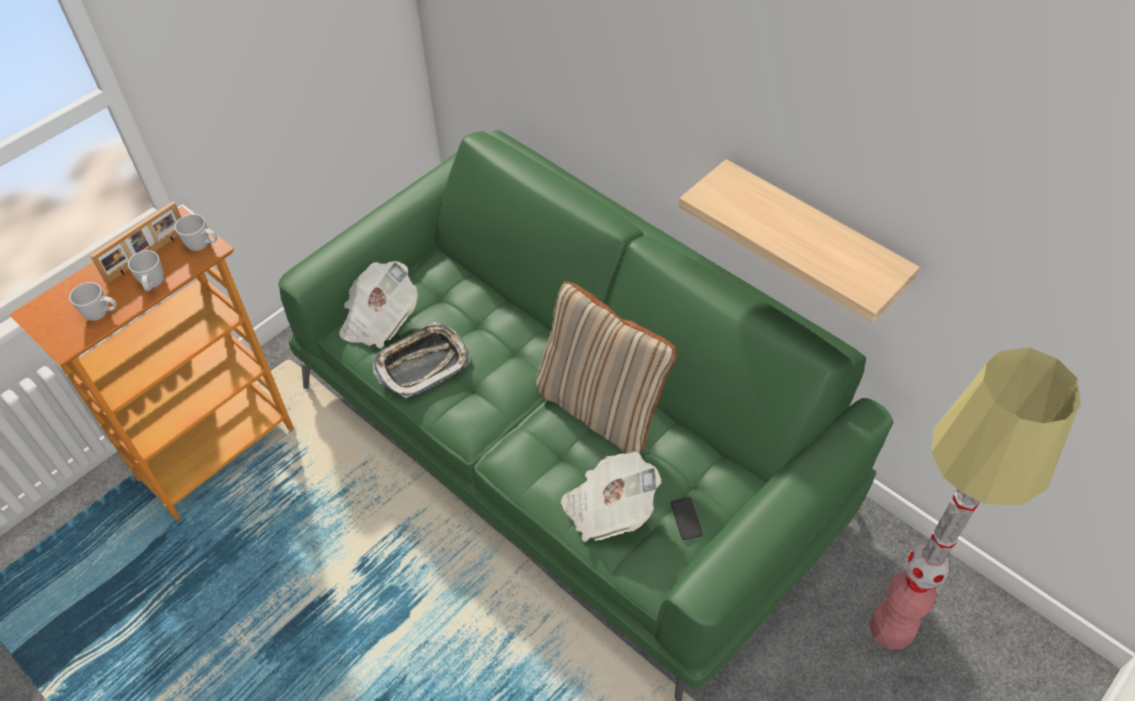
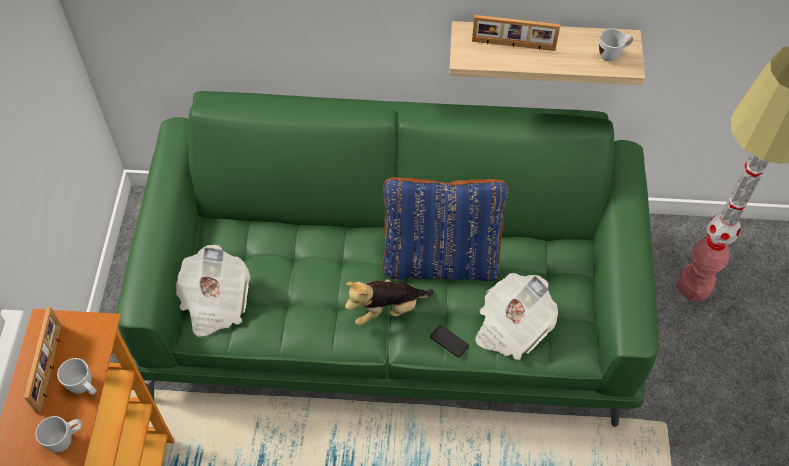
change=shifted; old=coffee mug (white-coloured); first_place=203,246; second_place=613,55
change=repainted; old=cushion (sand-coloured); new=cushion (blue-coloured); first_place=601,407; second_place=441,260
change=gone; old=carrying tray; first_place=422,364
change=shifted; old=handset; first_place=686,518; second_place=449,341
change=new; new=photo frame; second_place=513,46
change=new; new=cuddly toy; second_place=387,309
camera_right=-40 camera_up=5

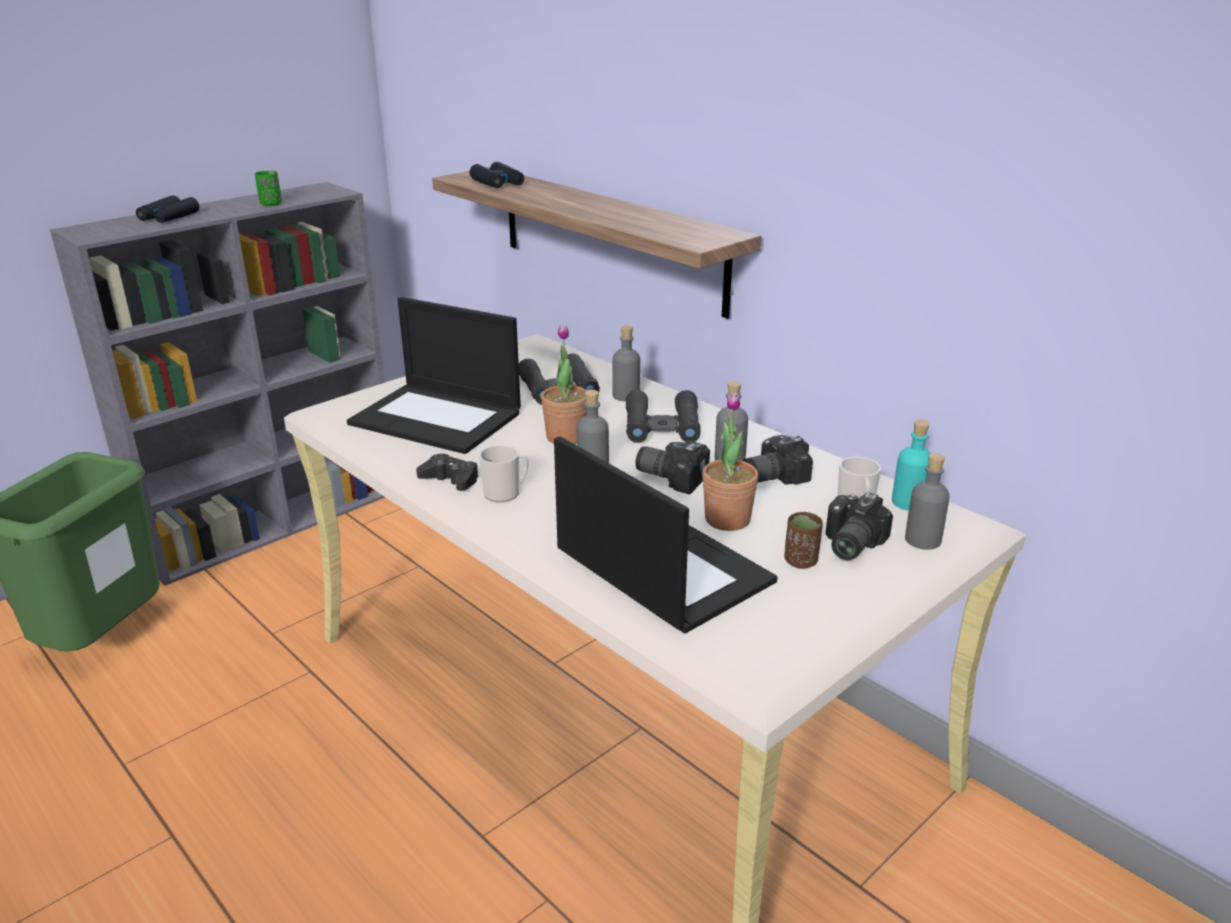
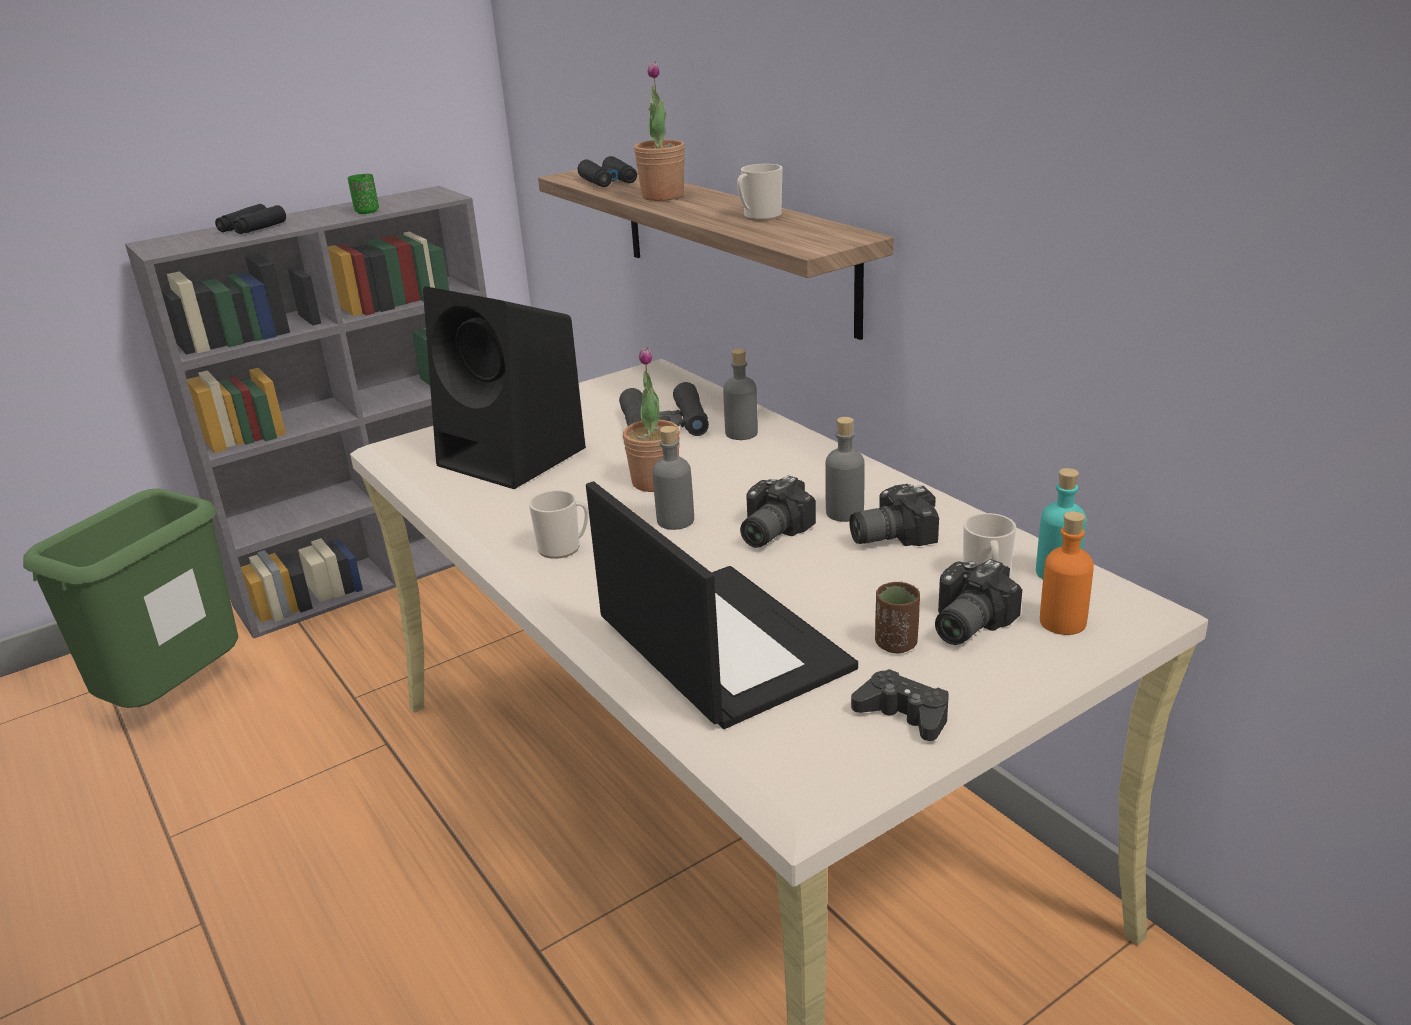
change=swapped; old=portable computer; new=speaker (black-coloured); first_place=438,418; second_place=515,457
change=gone; old=pair of binoculars (black-coloured); first_place=662,426
change=shifted; old=houseplant; first_place=727,519; second_place=662,196
change=rotated; old=still camera; first_place=672,476; second_place=768,532; degrees=-90
change=shifted; old=game controller (black-coloured); first_place=450,479; second_place=904,714
change=repainted; old=bottle (grey); new=bottle (orange); first_place=922,540; second_place=1062,622
change=new; new=coffee mug; second_place=759,217
camera_right=10 camera_up=0

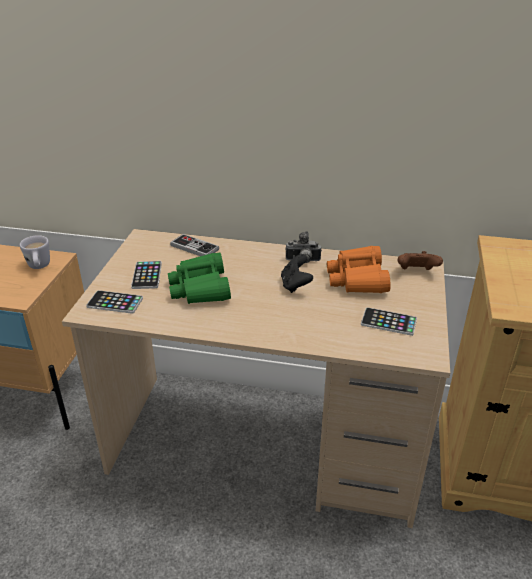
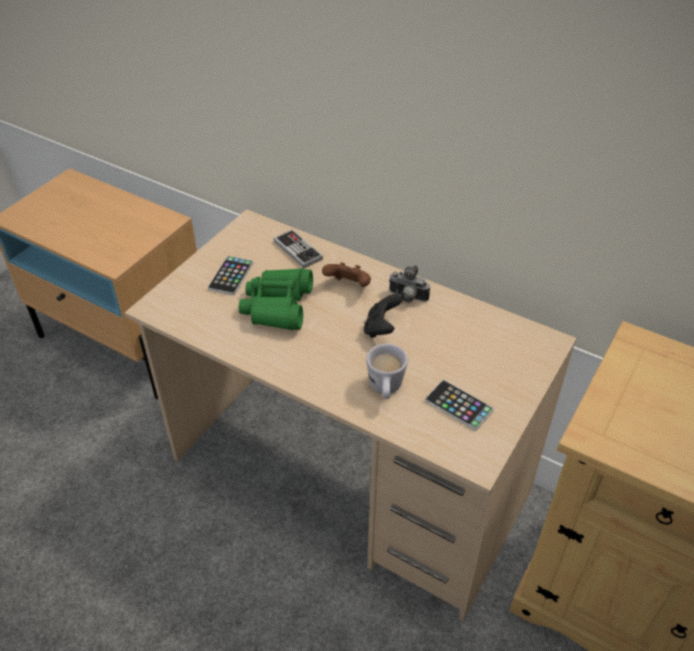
change=shifted; old=coffee mug (white-coloured); first_place=39,267; second_place=385,390
change=gone; old=pair of binoculars (orange); first_place=357,278
change=shifted; old=game controller (brown-coloured); first_place=416,272; second_place=349,286
change=gone; old=handset; first_place=115,303
camera_right=20 camera_up=10

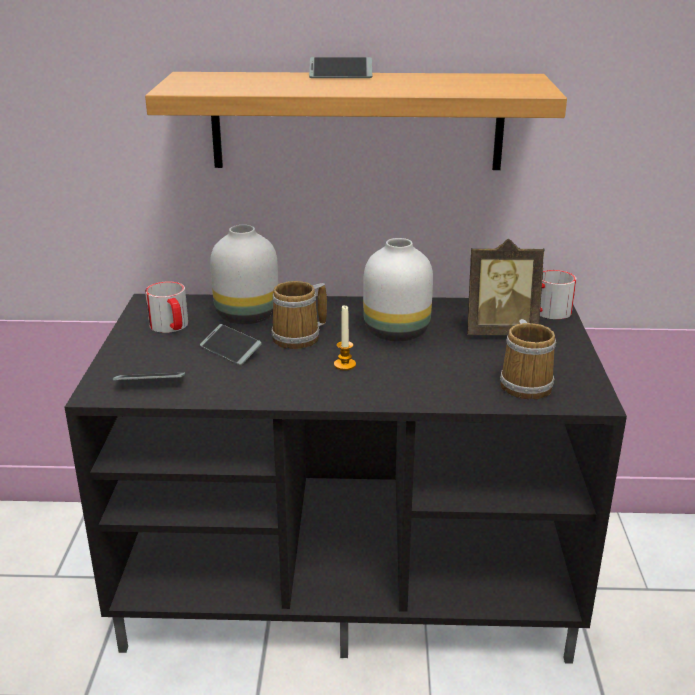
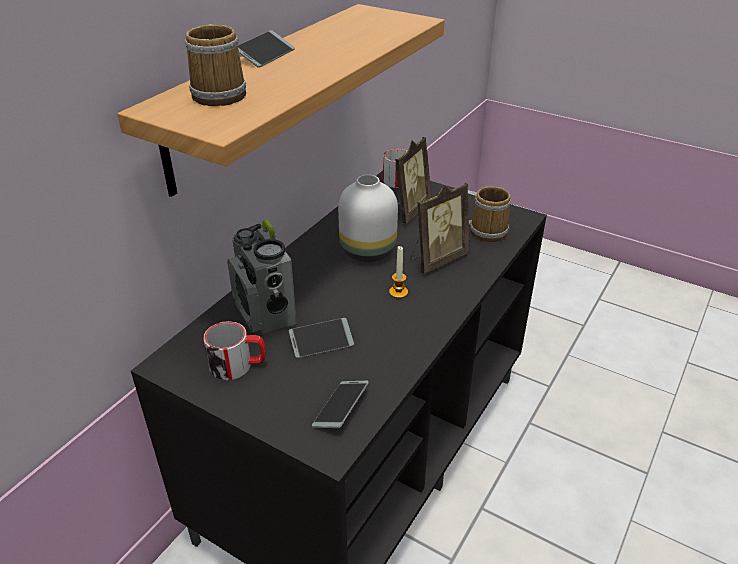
change=swapped; old=flower vase (white-coloured); new=radio receiver; first_place=247,316; second_place=265,313
change=shifted; old=coffee mug; first_place=299,337; second_place=221,93
change=new; new=photo frame; second_place=437,259
camera_right=-60 camera_up=10

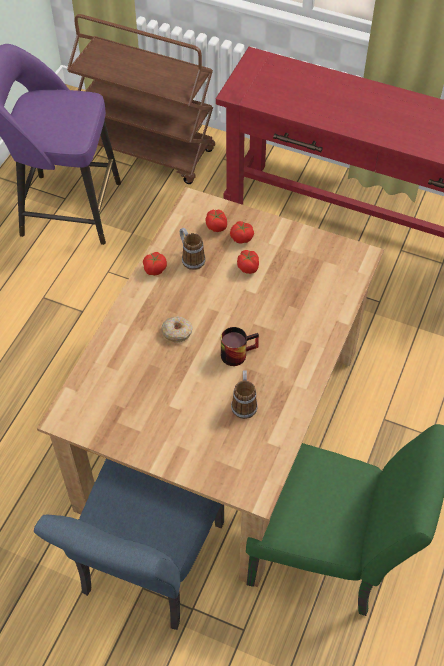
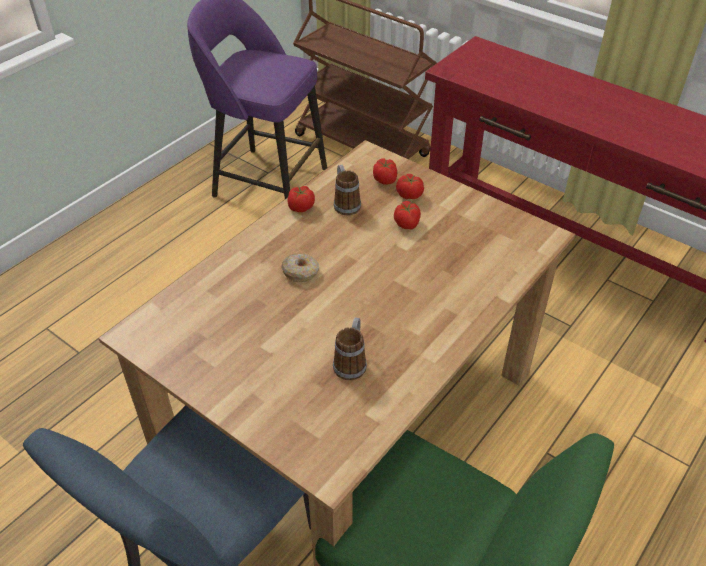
change=gone; old=coffee mug; first_place=237,352
camera_right=15 camera_up=-10

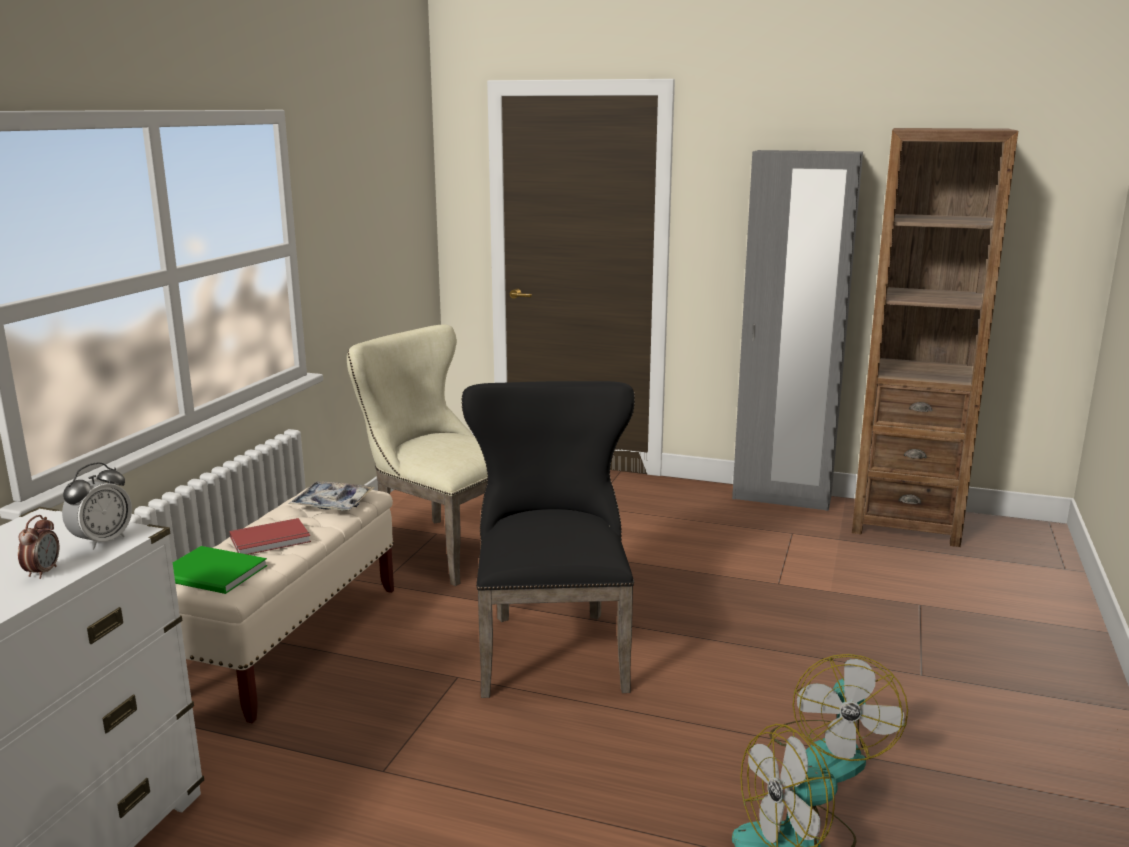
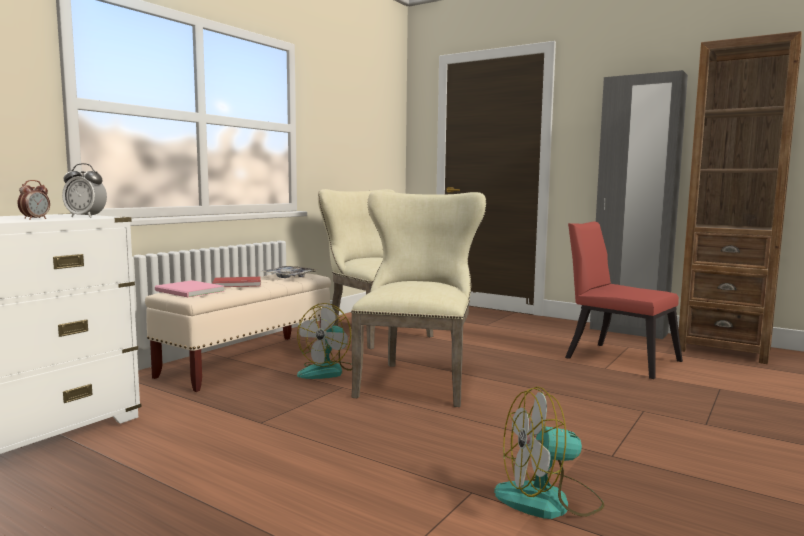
change=repainted; old=chair (black-coloured); new=chair (sand-coloured); first_place=551,646; second_place=416,380
change=rotated; old=alarm clock; first_place=102,541; second_place=86,217; degrees=60
change=repainted; old=bound book (green); new=bound book (pink); first_place=213,574; second_place=189,291
change=shifted; old=electric fan; first_place=830,753; second_place=327,371
change=new; new=chair (red-coloured); second_place=616,358
camera_right=15 camera_up=-10

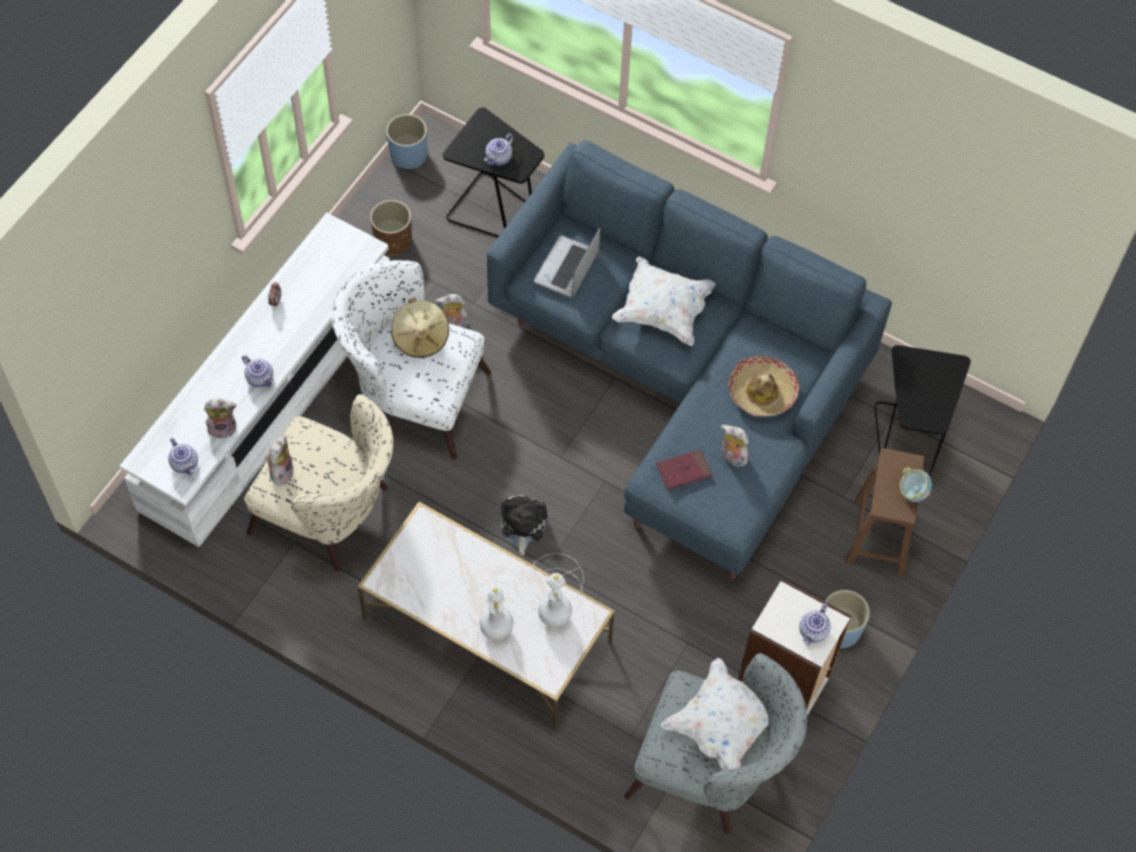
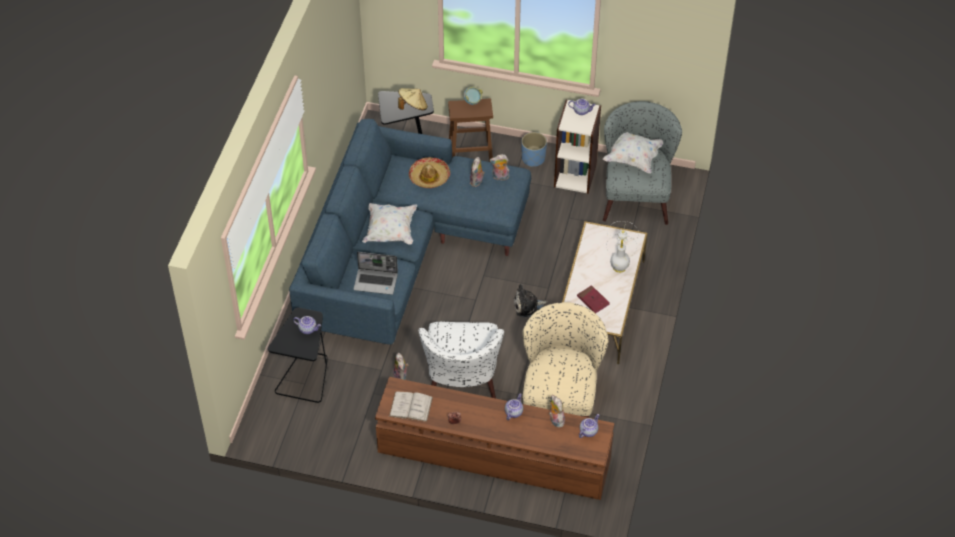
change=gone; old=planter (blue-coloured); first_place=409,155
change=gone; old=planter (brown-coloured); first_place=393,241
change=repainted; old=media console (white-coloured); new=media console (brown-coloured); first_place=269,401; second_place=494,456
change=shifted; old=wearable hat (sand-coloured); first_place=421,338; second_place=412,106
change=shifted; old=cuddly toy; first_place=281,471; second_place=500,177
change=shifted; old=bound book (red-coloured); first_place=684,471; second_place=593,300
change=gone; old=table lamp (white-coloured); first_place=555,617
change=new; new=bound book (white-coloured); second_place=411,406
camera_right=-105 camera_up=-10

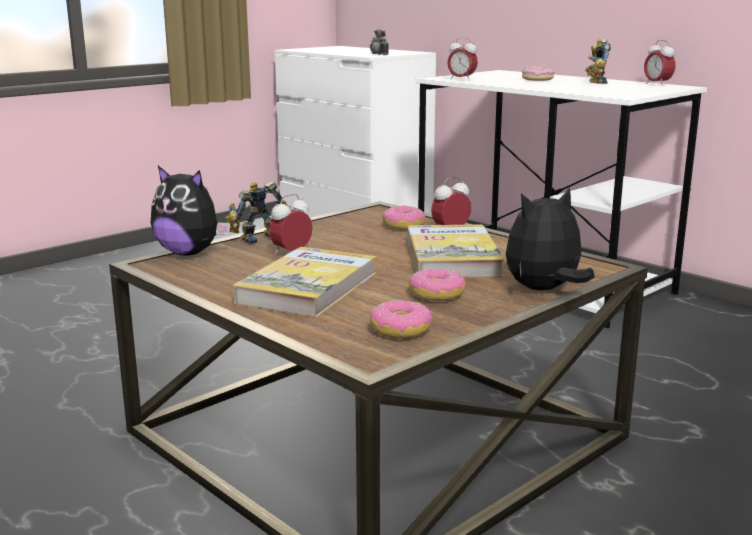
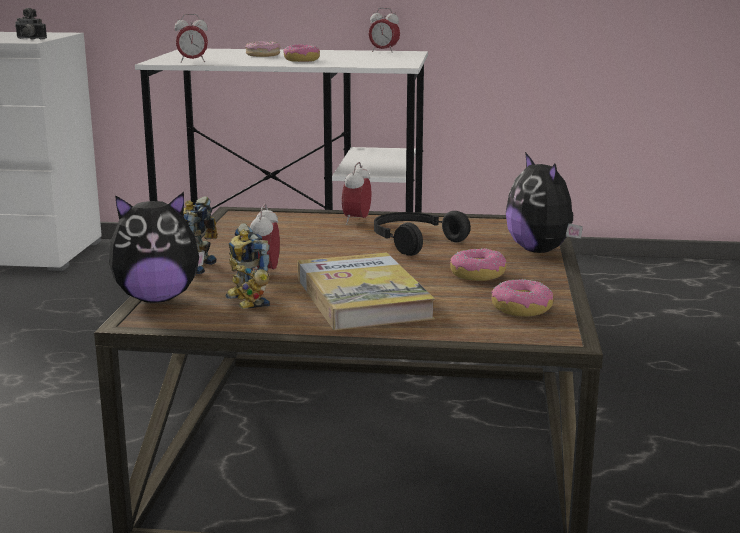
change=shifted; old=model robot; first_place=595,82; second_place=244,302
change=rotated; old=cuddly toy; first_place=544,290; second_place=541,250; degrees=-45
change=shifted; old=doughnut; first_place=403,226; second_place=301,60
change=swapped; old=bound book; new=pair of headphones (black-coloured); first_place=452,257; second_place=413,242
camera_right=-40 camera_up=0

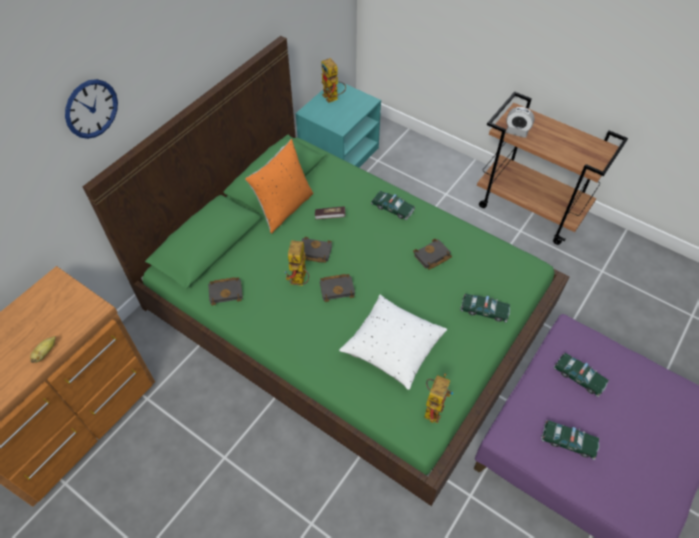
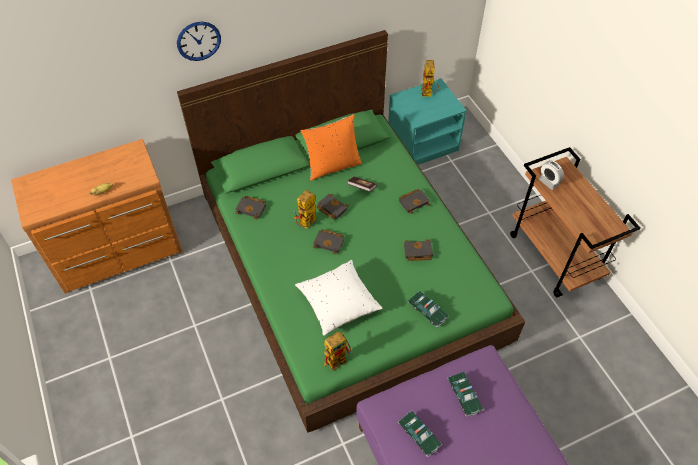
change=swapped; old=miniature car; new=bound book (black-coloured); first_place=392,208; second_place=414,201
camera_right=30 camera_up=0

